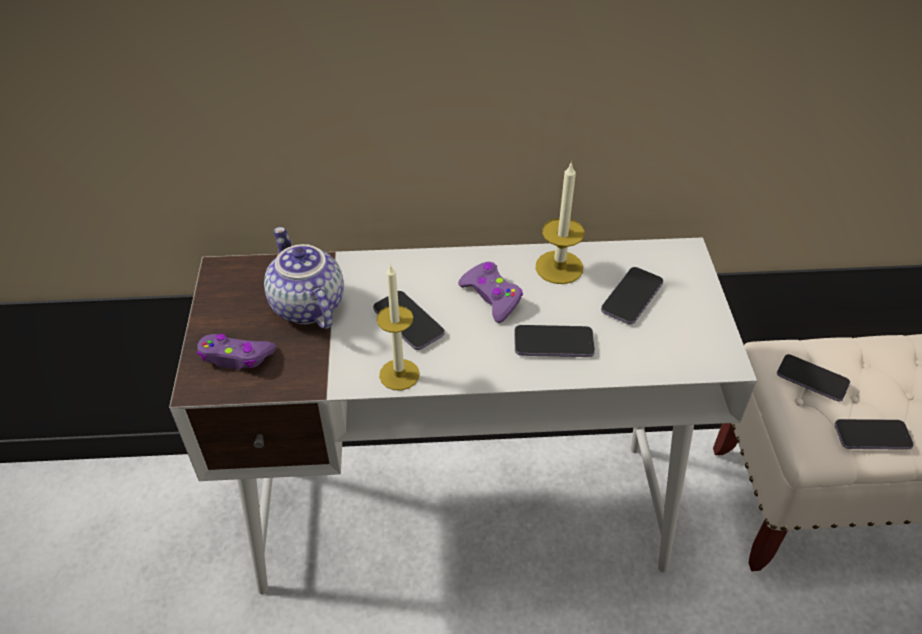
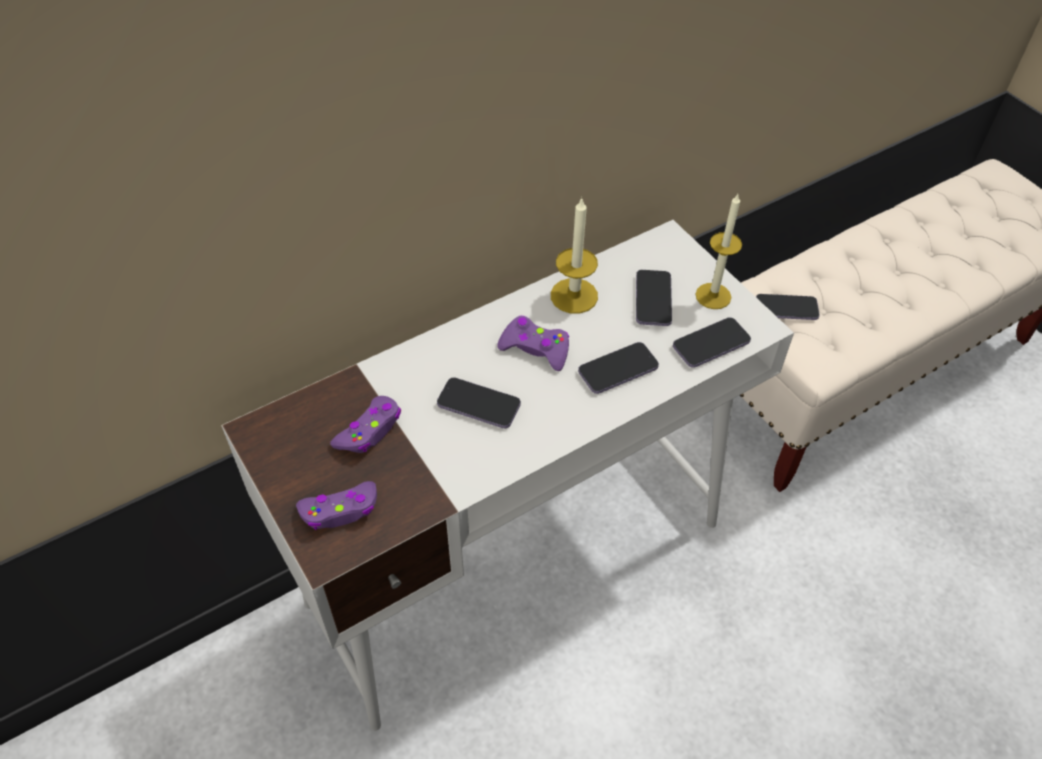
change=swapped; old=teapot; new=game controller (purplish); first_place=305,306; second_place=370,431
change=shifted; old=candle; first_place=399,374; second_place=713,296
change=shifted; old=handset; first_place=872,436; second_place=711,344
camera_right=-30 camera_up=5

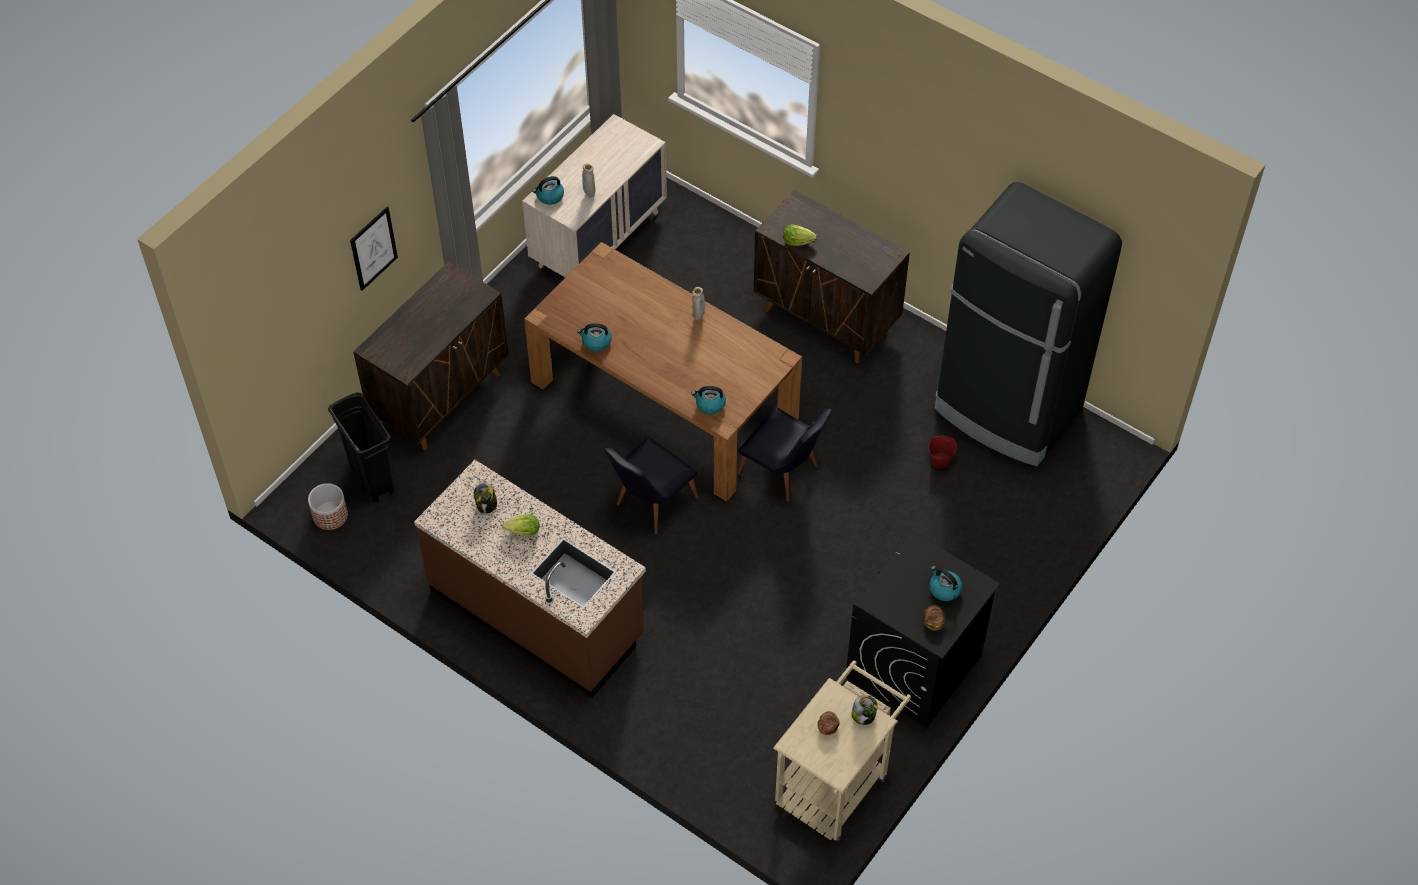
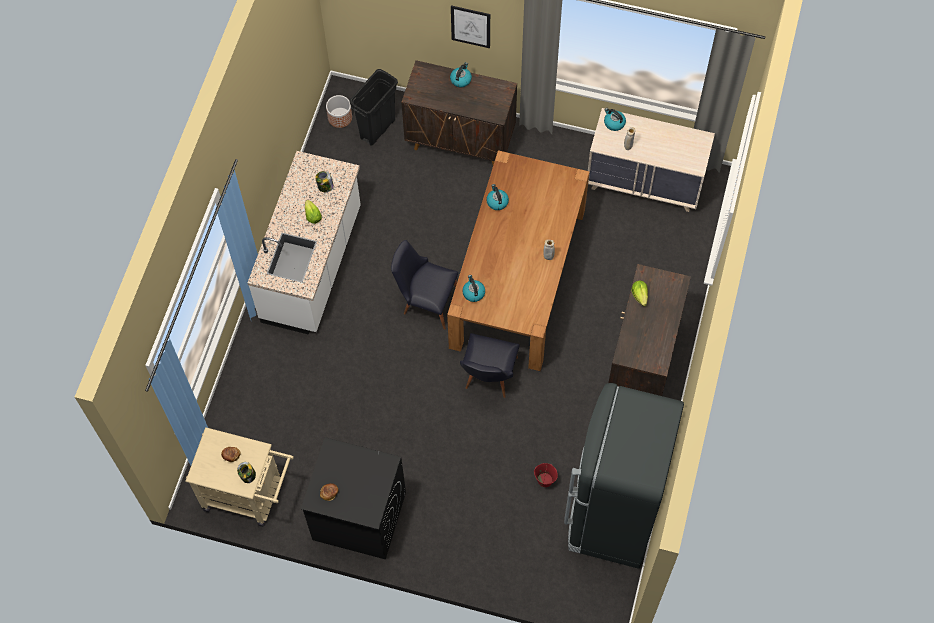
change=repainted; old=kitchen base unit (brown-coloured); new=kitchen base unit (white-coloured); first_place=537,612; second_place=313,265
change=shifted; old=kettle; first_place=944,589; second_place=461,79
camera_right=70 camera_up=10

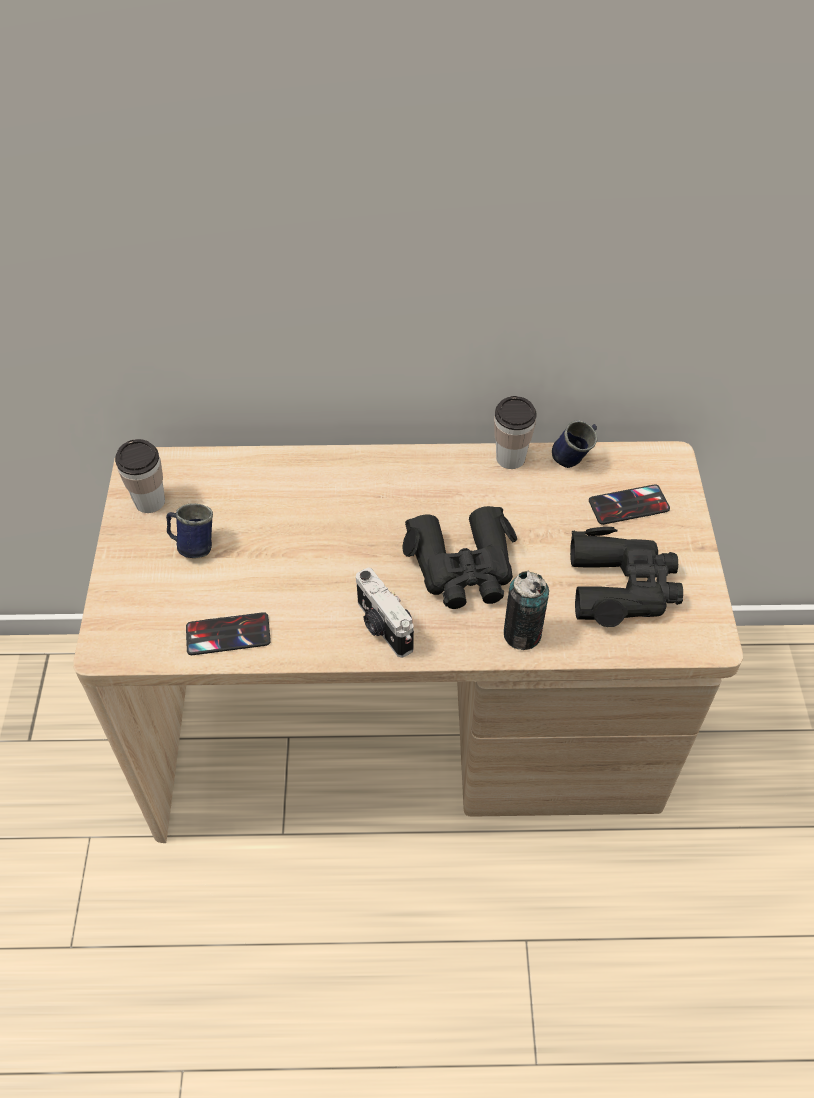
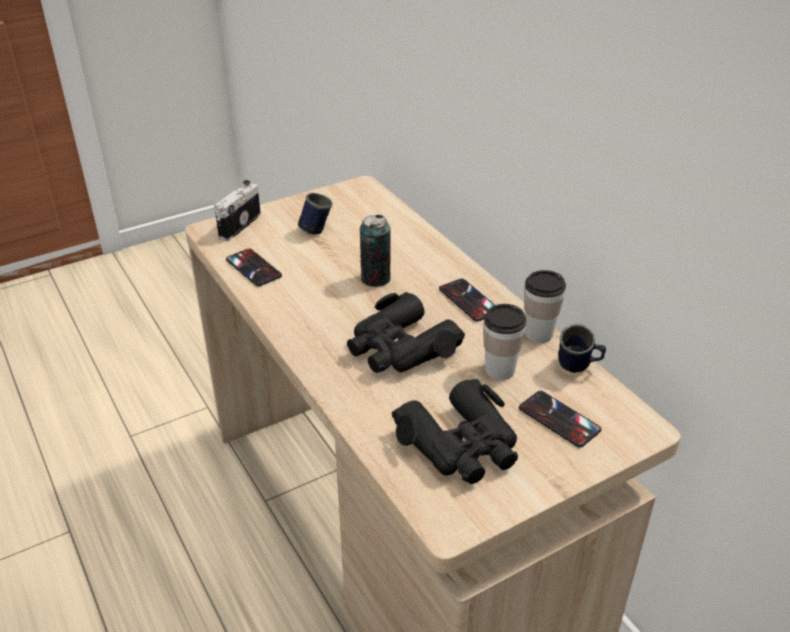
change=shifted; old=small cup; first_place=150,501; second_place=500,370
change=shifted; old=still camera; first_place=382,627; second_place=238,225
change=shifted; old=can; first_place=522,634; second_place=375,279
change=new; new=handset; second_place=468,300
camera_right=60 camera_up=-15

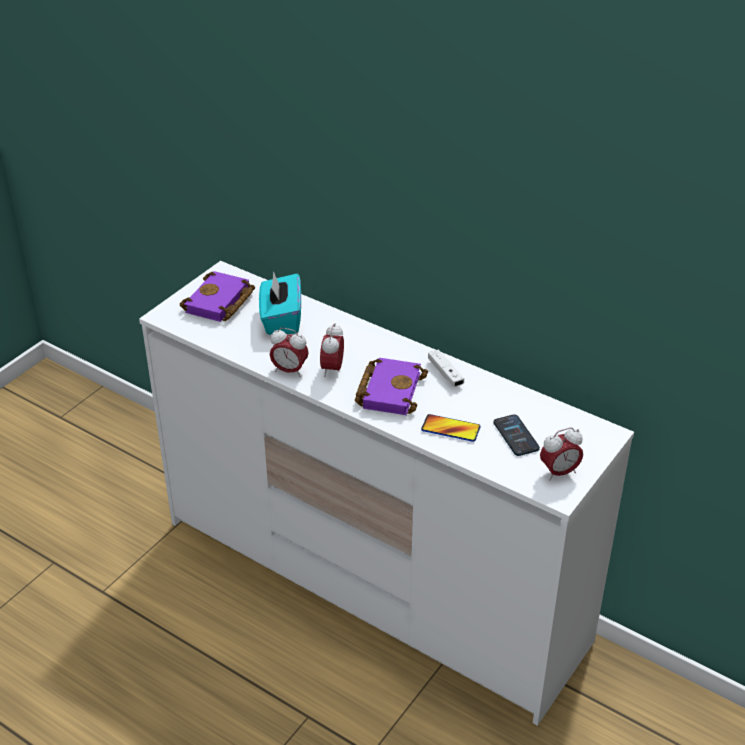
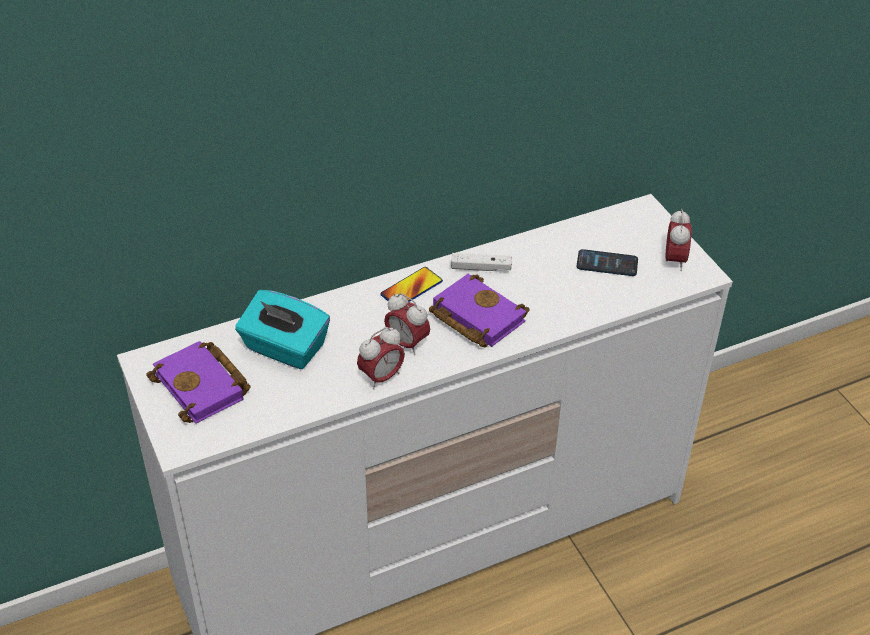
change=shifted; old=handset; first_place=450,429; second_place=411,288
camera_right=-60 camera_up=5

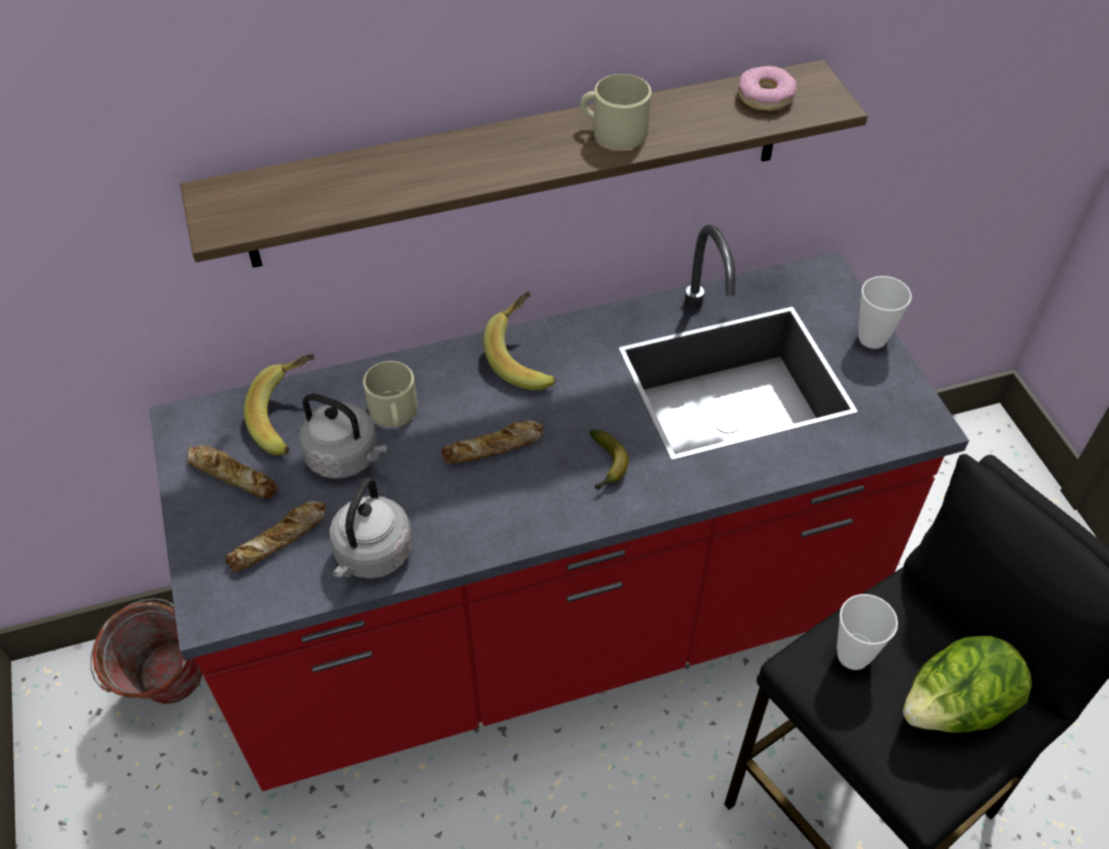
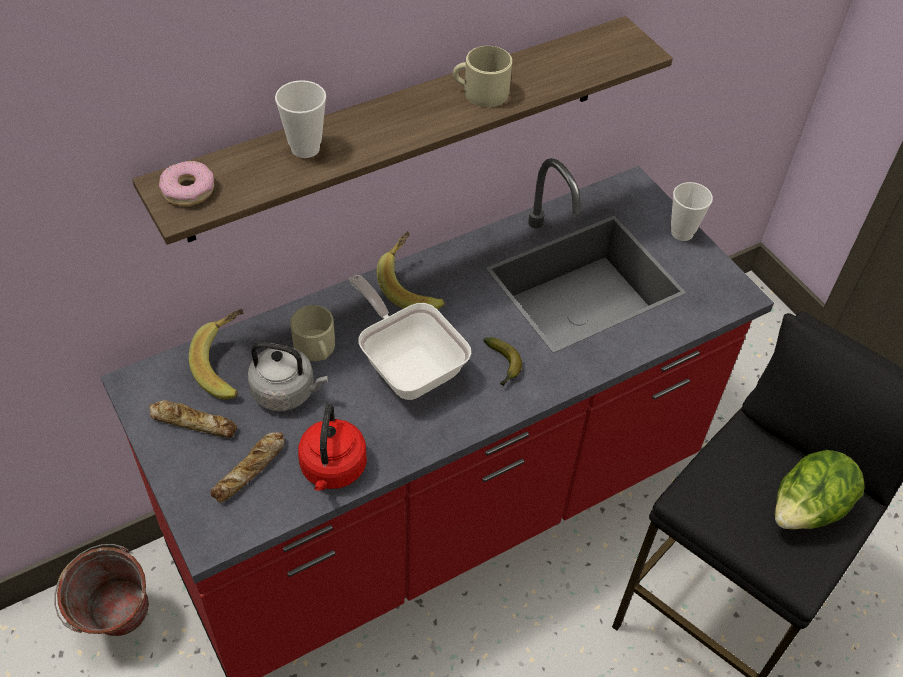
change=shifted; old=doughnut; first_place=764,96; second_place=188,190
change=swapped; old=bread; new=frying pan; first_place=494,448; second_place=408,365
change=repainted; old=kettle (grey); new=kettle (red-coloured); first_place=372,556; second_place=333,470
change=shifted; old=small cup; first_place=853,655; second_place=305,148
camera_right=-15 camera_up=0

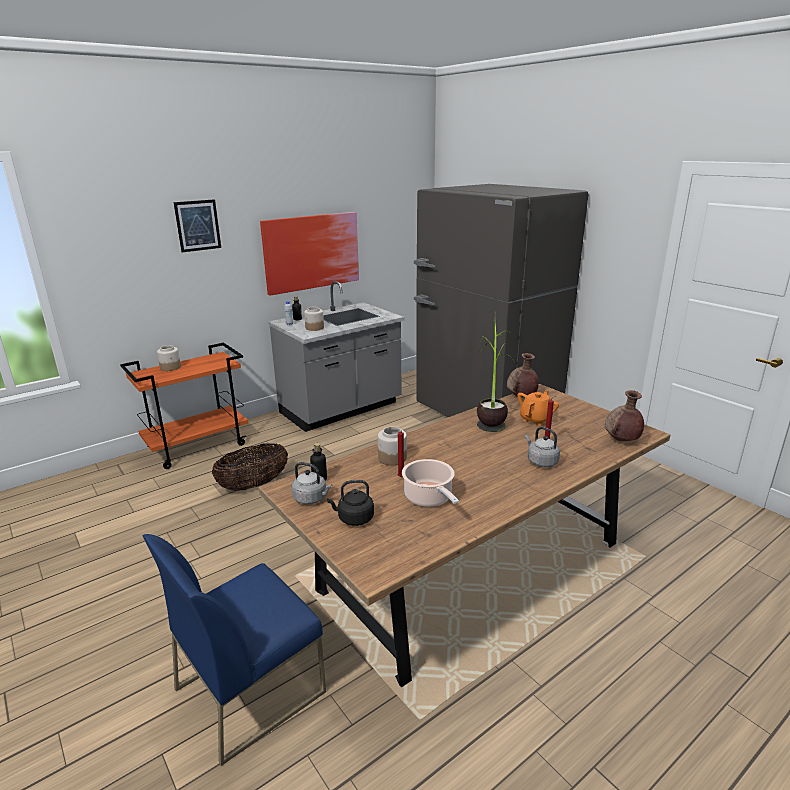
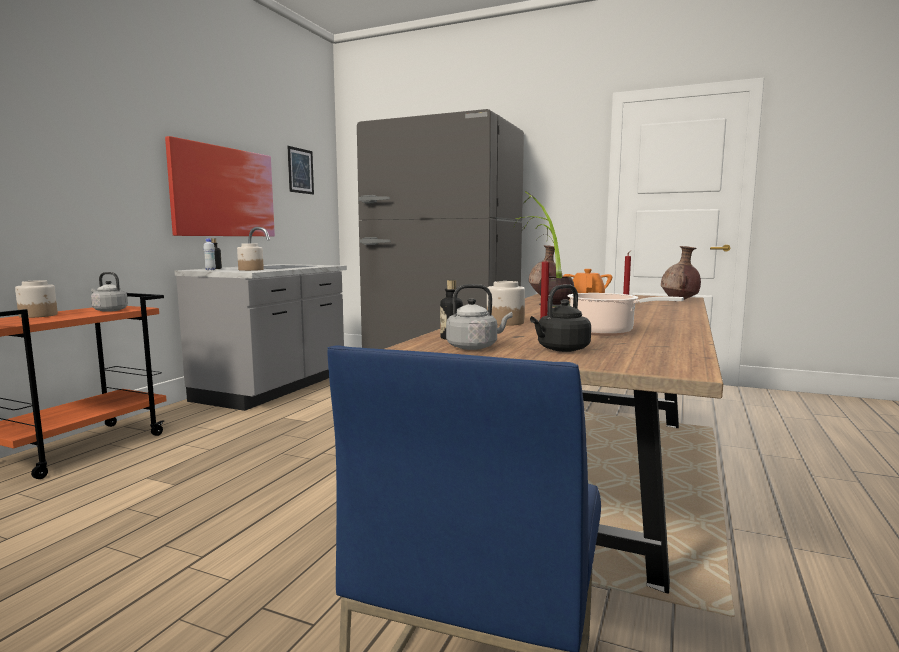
change=shifted; old=picture; first_place=198,225; second_place=300,171
change=shifted; old=kettle (grey); first_place=541,461; second_place=109,310
change=gone; old=household basket; first_place=253,485
camera_right=-30 camera_up=-15

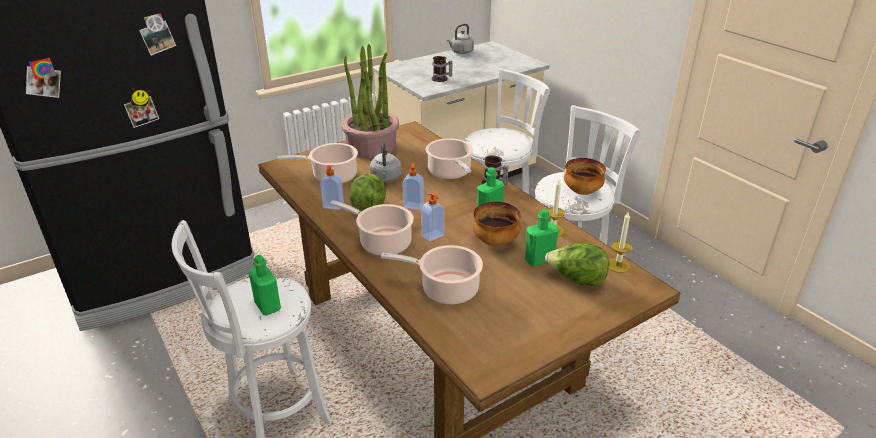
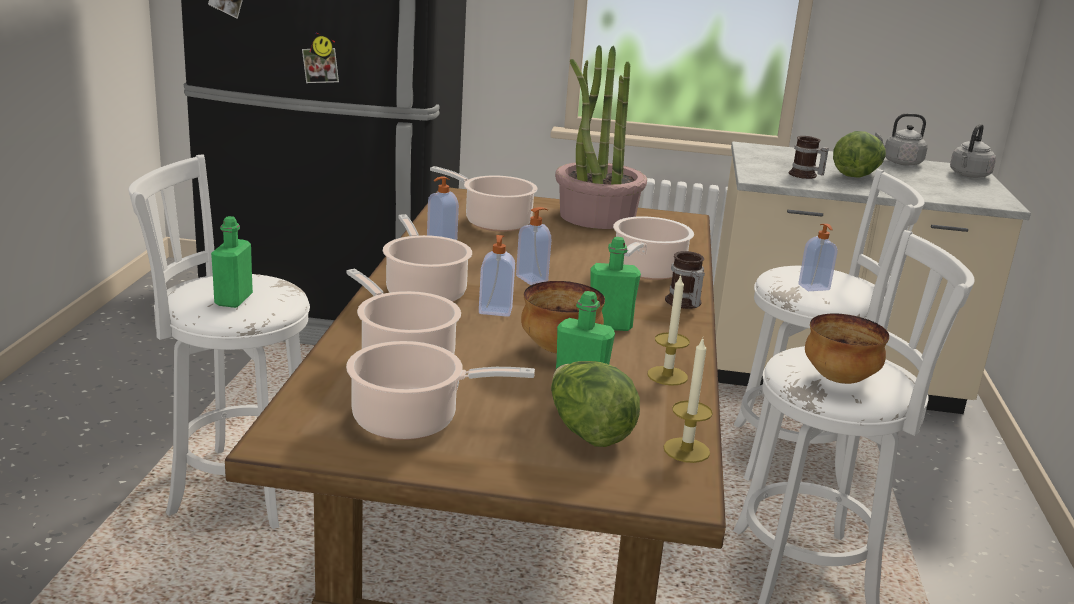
change=shifted; old=kettle (grey); first_place=386,179; second_place=968,175
change=shifted; old=lettuce head; first_place=368,206; second_place=856,175
change=new; new=soap dispenser; second_place=814,287
change=new; new=saucepot; second_place=412,420
camera_right=40 camera_up=-10

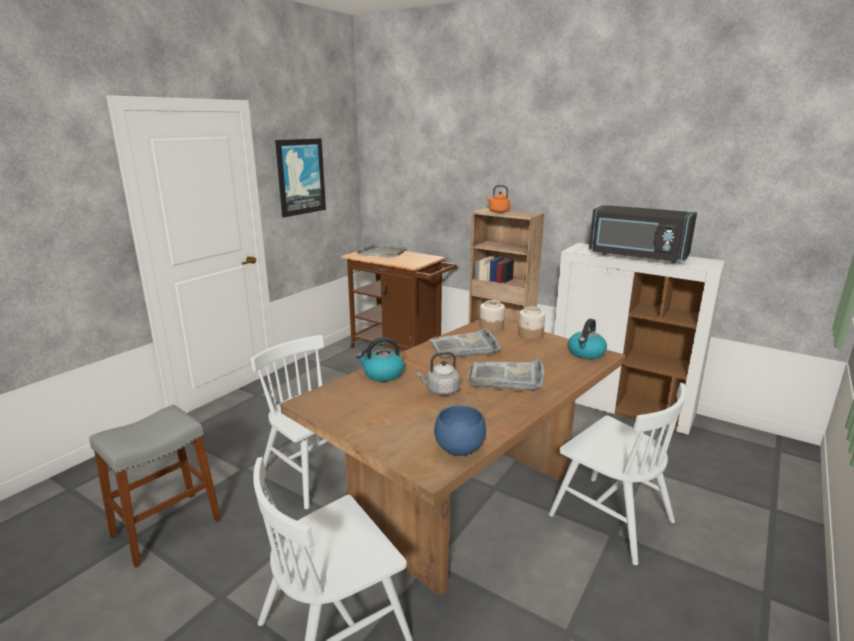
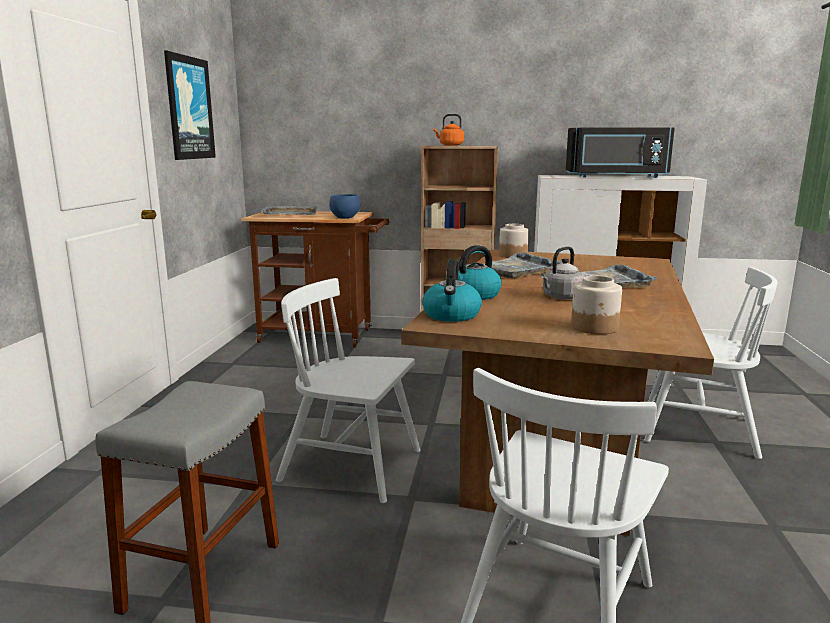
change=shifted; old=preserve jar; first_place=530,335; second_place=595,328
change=shifted; old=kettle; first_place=586,353; second_place=452,315
change=shifted; old=bowl (blue-coloured); first_place=458,449; second_place=344,217
camera_right=-25 camera_up=-5

